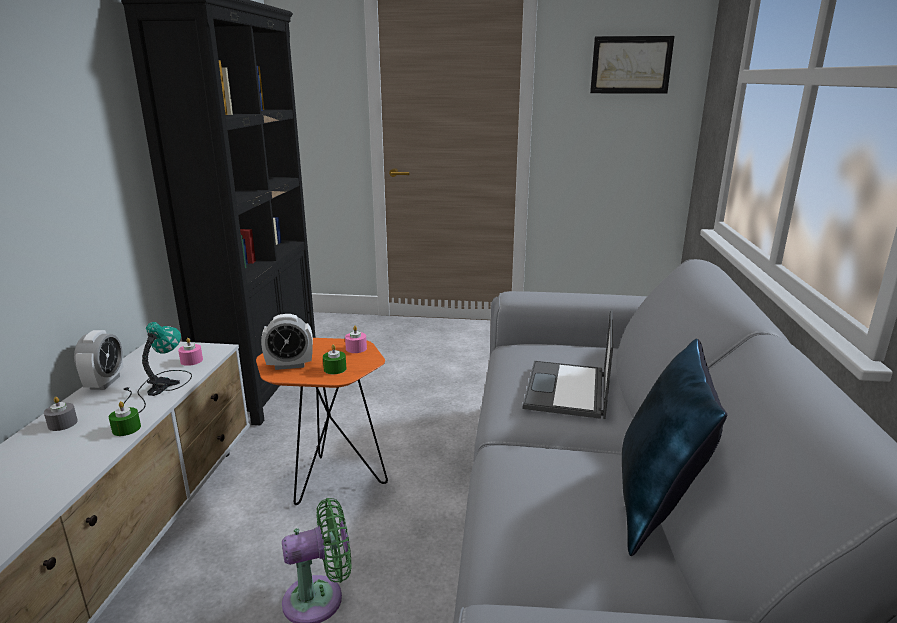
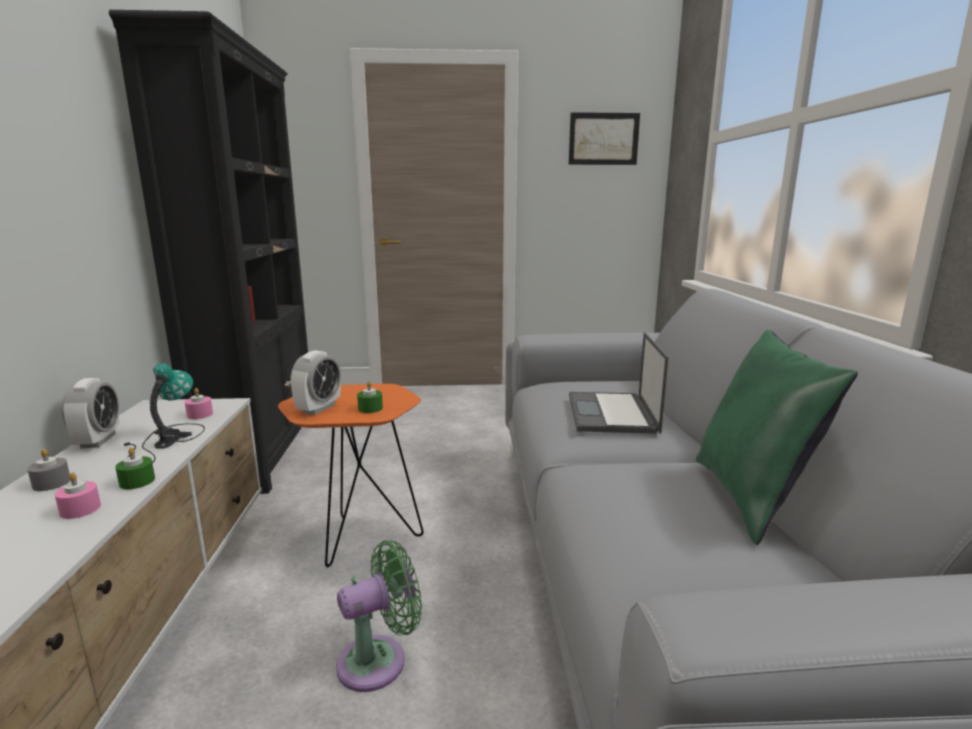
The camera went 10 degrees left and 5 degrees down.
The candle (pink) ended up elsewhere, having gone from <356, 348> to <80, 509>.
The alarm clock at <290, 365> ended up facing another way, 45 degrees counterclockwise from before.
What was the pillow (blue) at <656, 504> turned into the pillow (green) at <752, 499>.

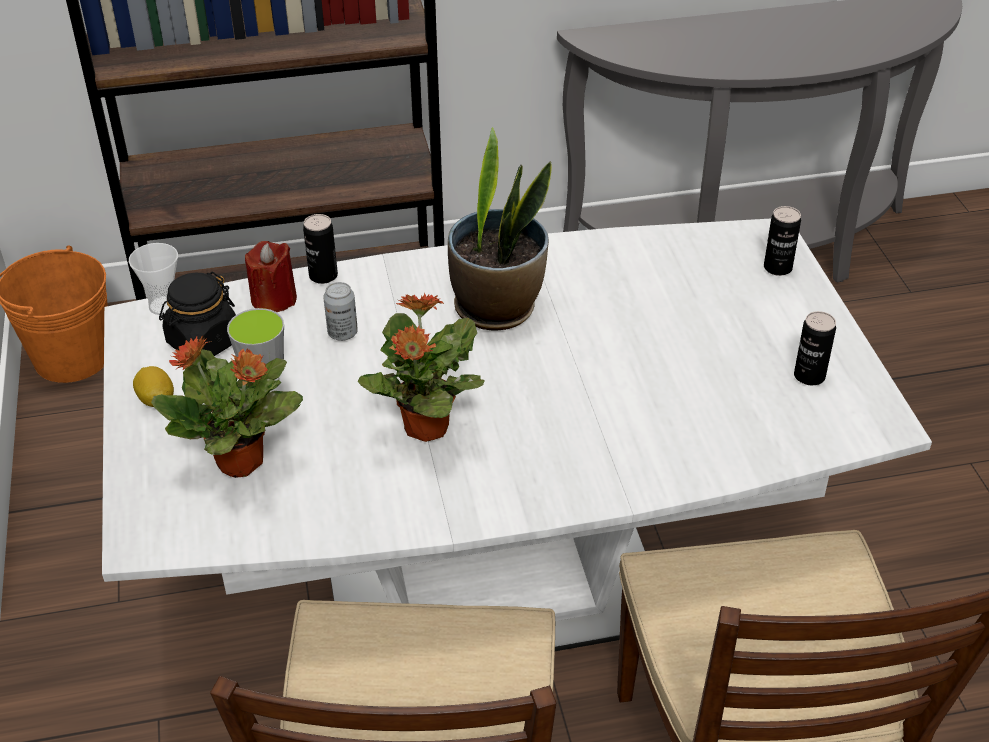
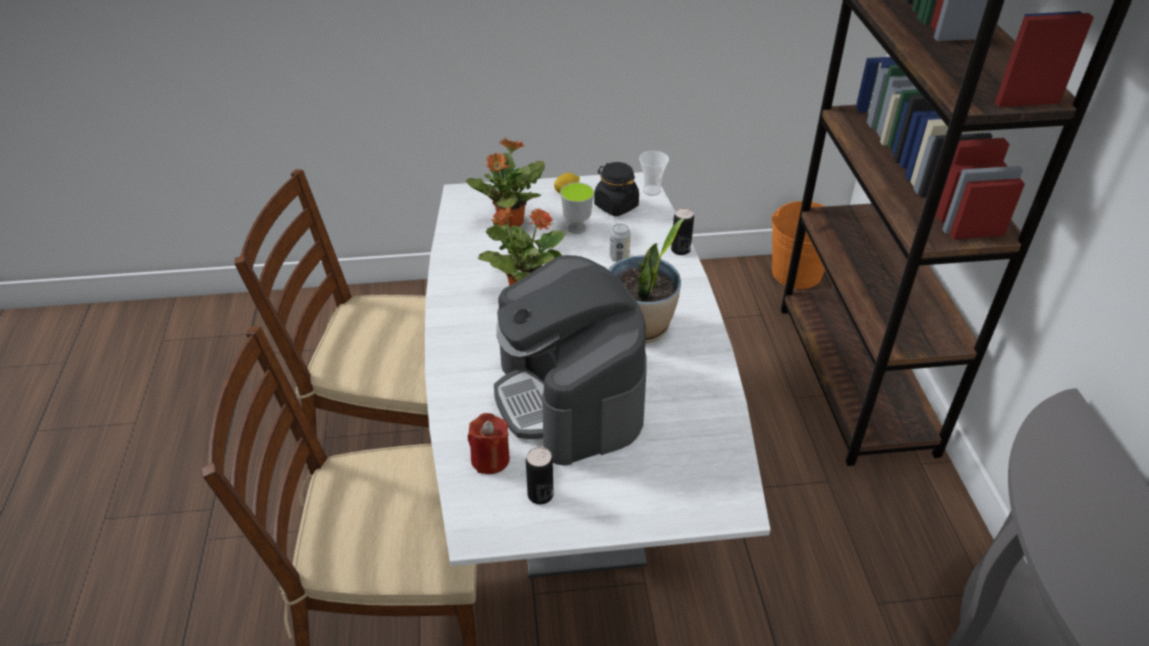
The camera went 95 degrees right and 0 degrees up.
The candle (red) ended up elsewhere, having gone from <274, 299> to <490, 459>.
The second view gained the coffee machine at <570, 397>.
The second view lost the can at <777, 268>.

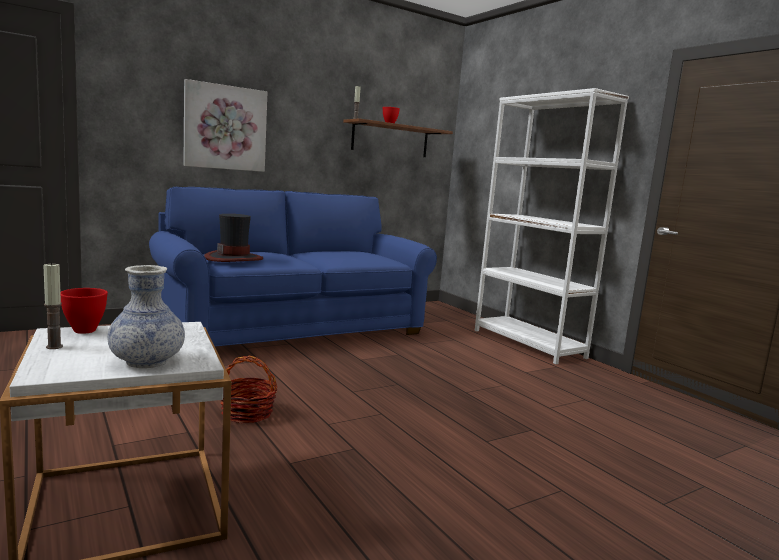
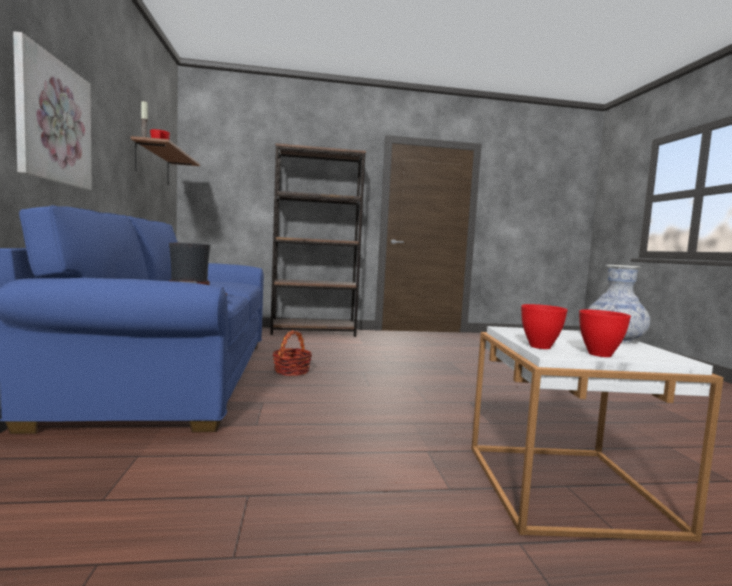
The camera went 65 degrees left and 5 degrees down.
What was the bookcase (white) at <528, 344> turned into the bookcase (brown) at <313, 332>.
The basket ended up elsewhere, having gone from <247, 413> to <291, 371>.
Where the candle stood at <54, 347>, the bowl (red) came to stand at <600, 354>.

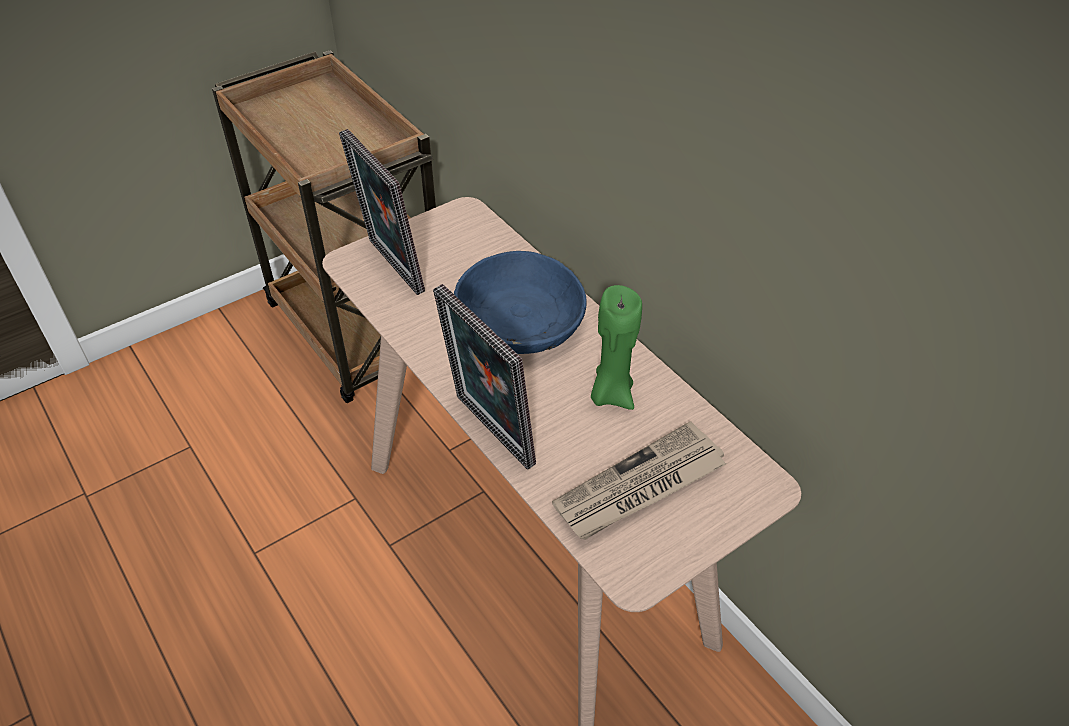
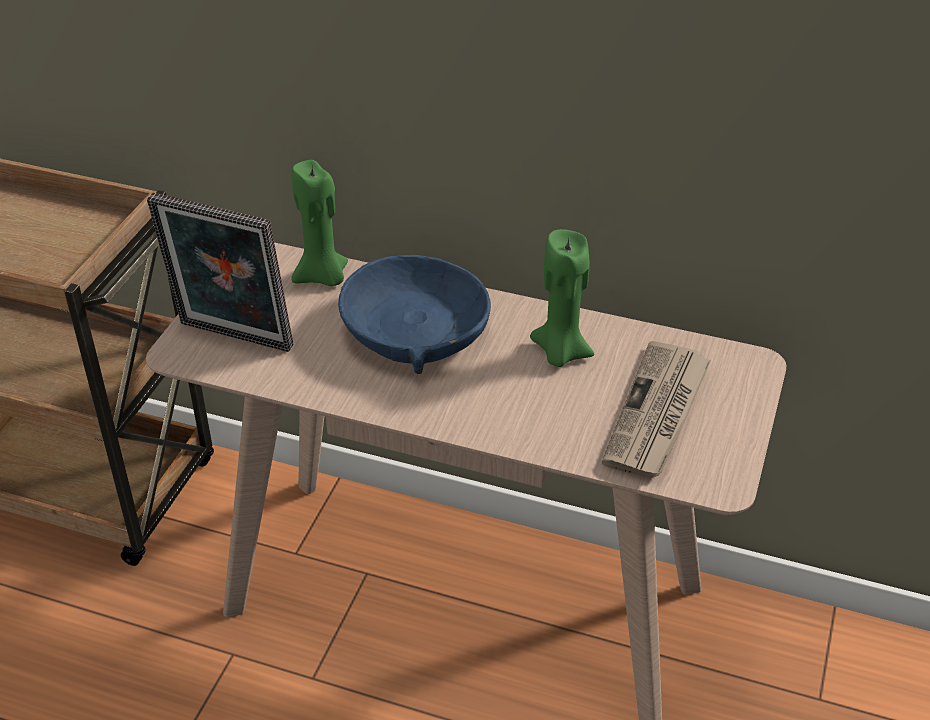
The camera went 35 degrees left and 5 degrees down.
The second view gained the candle (green) at <323, 277>.
The second view lost the picture frame at <489, 433>.

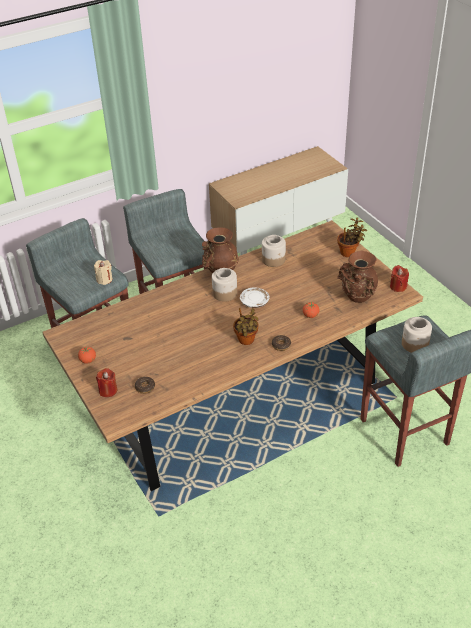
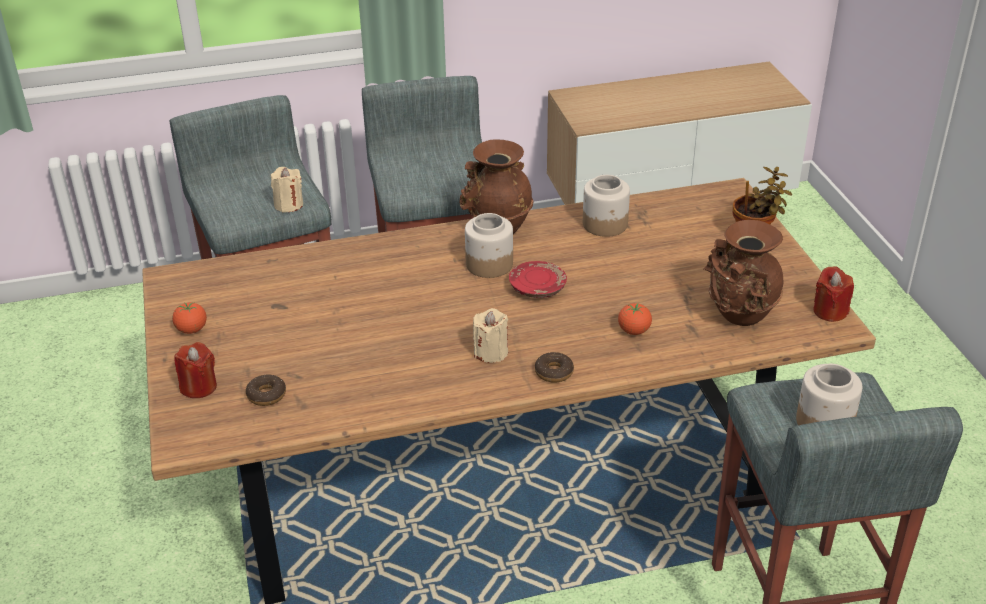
The camera went 15 degrees right and 5 degrees down.
Where the potted plant stood at <246, 341>, the candle (beige) came to stand at <491, 352>.
What was the plate (white) at <254, 302> turned into the plate (red) at <537, 288>.

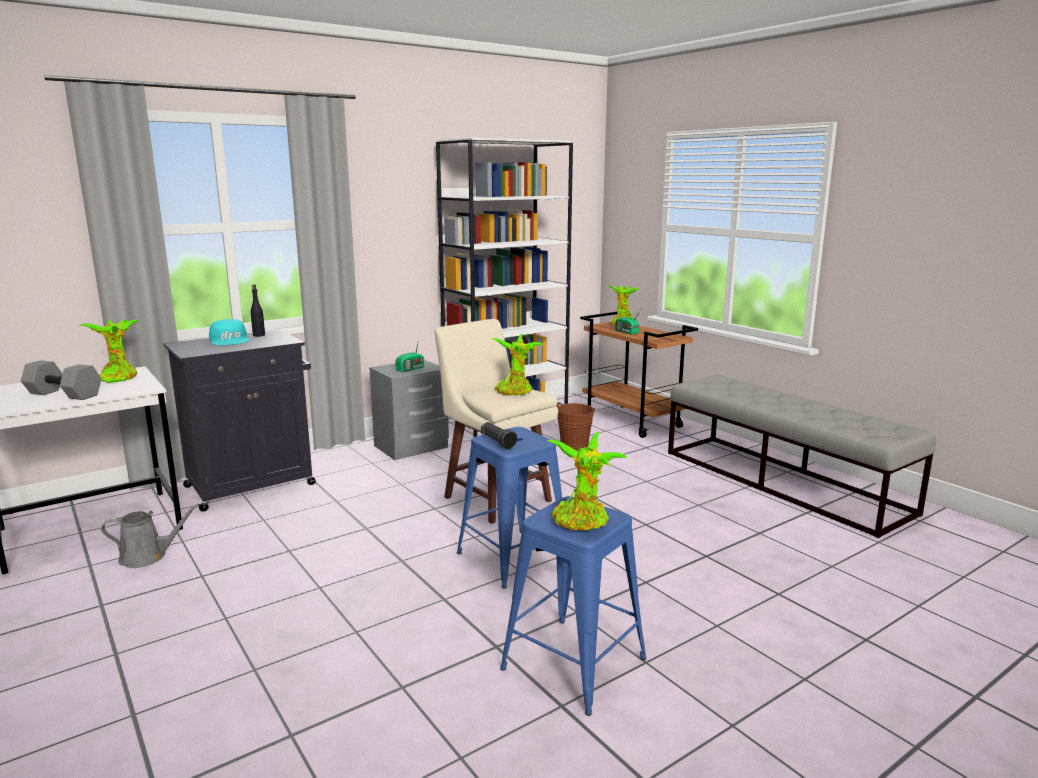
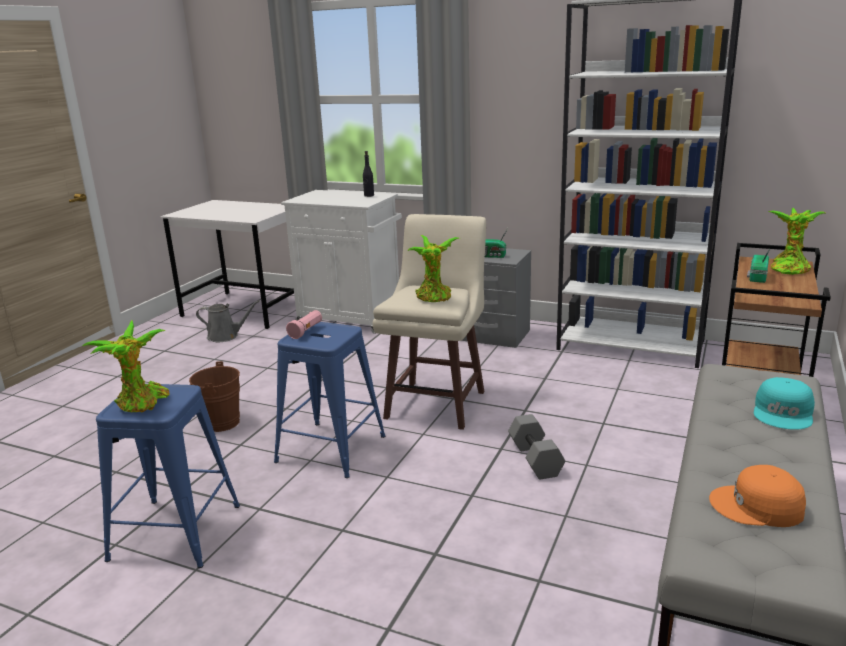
The camera went 60 degrees right and 5 degrees up.
The bucket (brown) ended up elsewhere, having gone from <573, 448> to <217, 423>.
The watering can (grey) at <147, 557> ended up facing another way, 45 degrees counterclockwise from before.
What was the cabinet (black) at <253, 485> turned into the cabinet (white) at <351, 318>.
What was the flashlight (black) at <497, 442> turned into the flashlight (pink) at <306, 331>.
The dumbbell (grey) ended up elsewhere, having gone from <65, 394> to <536, 459>.
The second view gained the cap (orange) at <757, 507>.
The cap (turquoise) ended up elsewhere, having gone from <230, 340> to <784, 412>.
The second view lost the potted plant at <118, 377>.

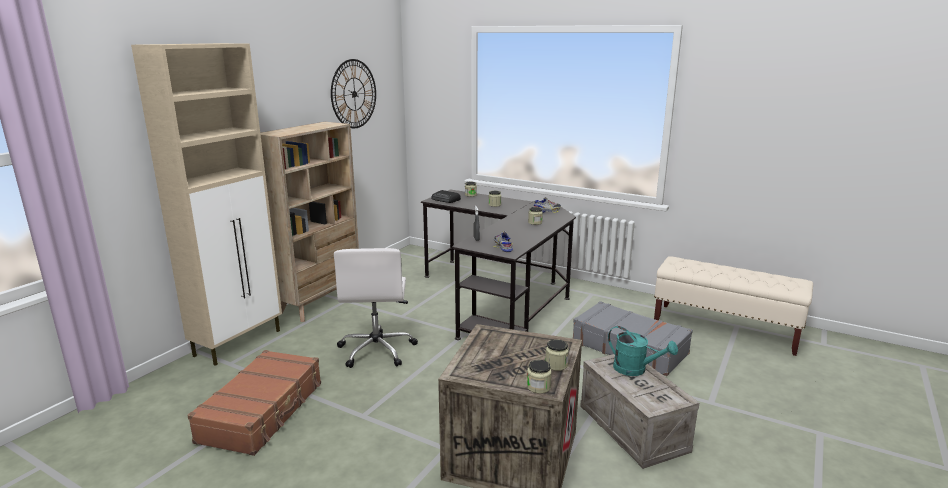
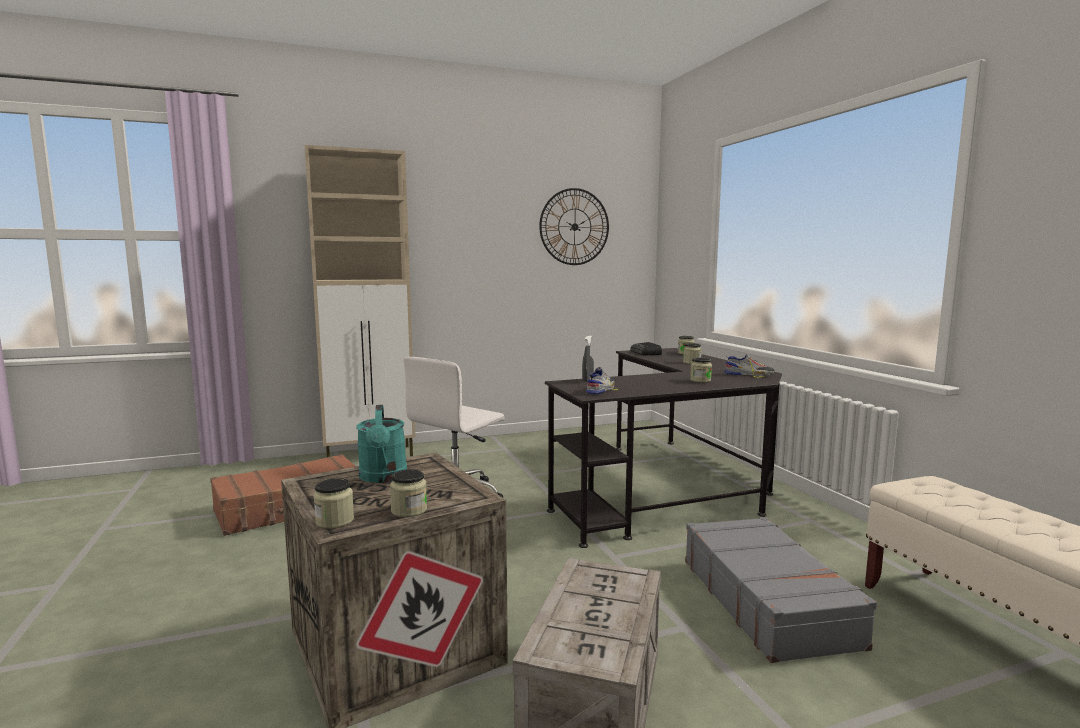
The camera went 40 degrees right and 10 degrees down.
The watering can (turquoise) ended up elsewhere, having gone from <635, 370> to <383, 477>.
The second view lost the bookcase (beige) at <321, 301>.

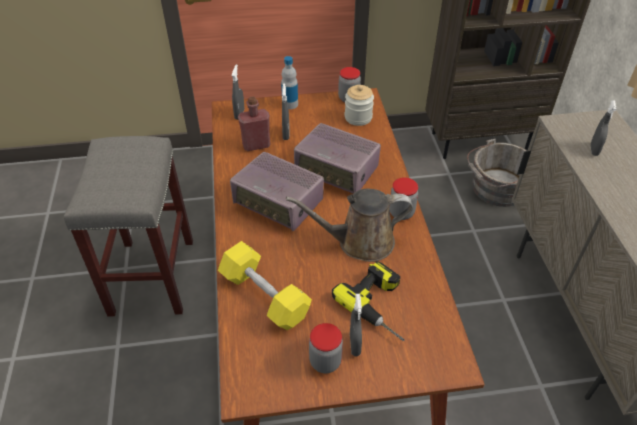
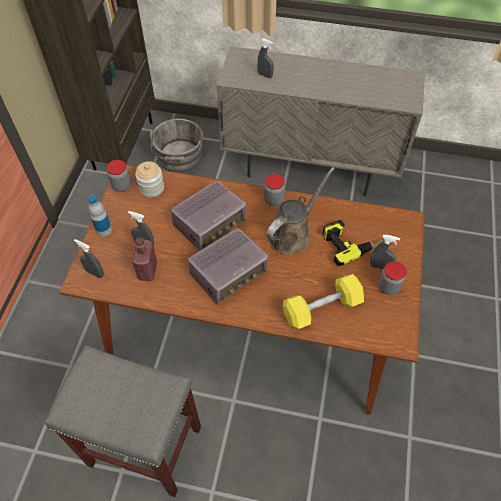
The camera went 70 degrees left and 10 degrees up.
The watering can (brown) at <360, 242> ended up facing another way, 150 degrees counterclockwise from before.

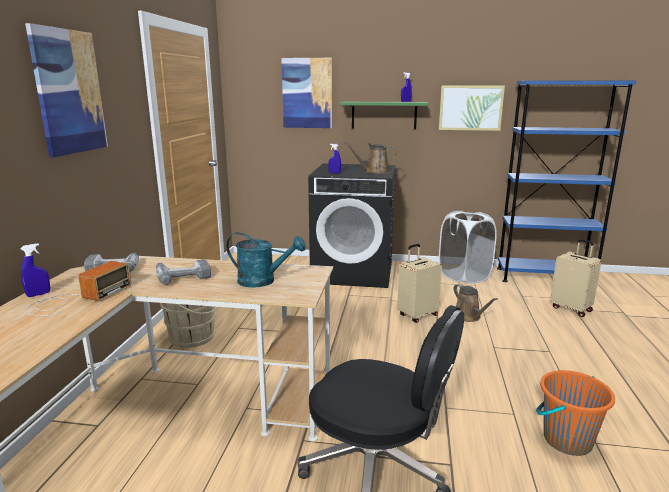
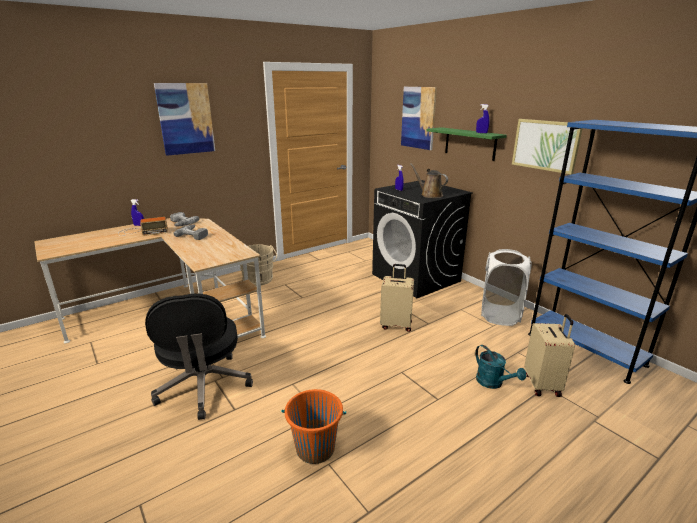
The camera went 45 degrees right and 5 degrees up.
The watering can (turquoise) ended up elsewhere, having gone from <263, 281> to <493, 383>.
The second view lost the watering can (brown) at <468, 317>.

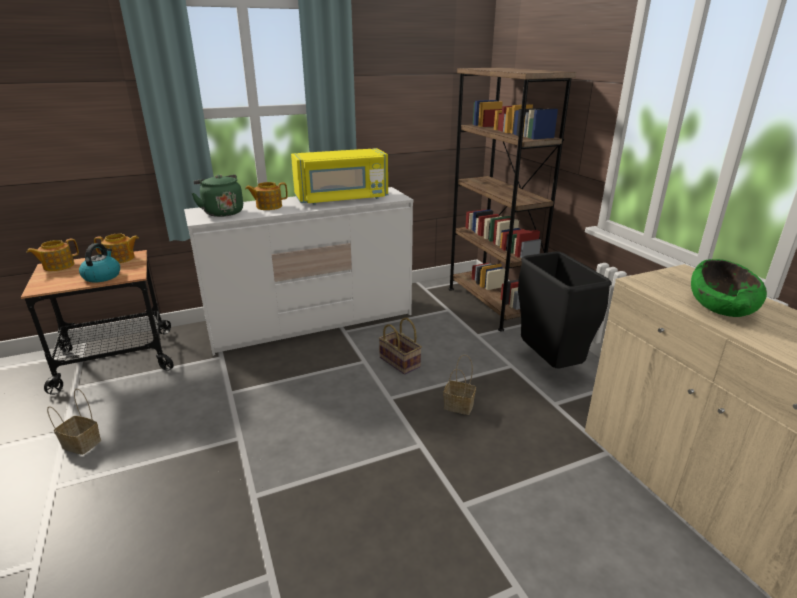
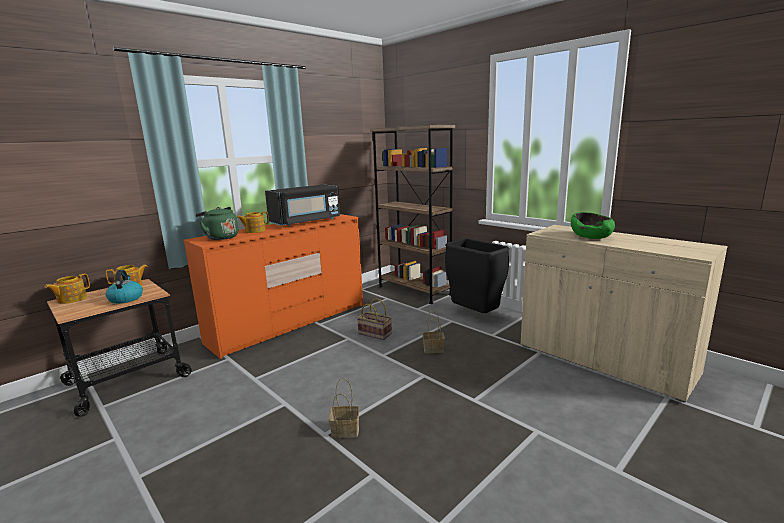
The camera went 20 degrees left and 10 degrees down.
What was the dresser (white) at <312, 322> turned into the dresser (orange) at <290, 323>.
What was the microwave (yellow) at <342, 199> turned into the microwave (black) at <306, 221>.
The basket ended up elsewhere, having gone from <80, 444> to <344, 431>.

